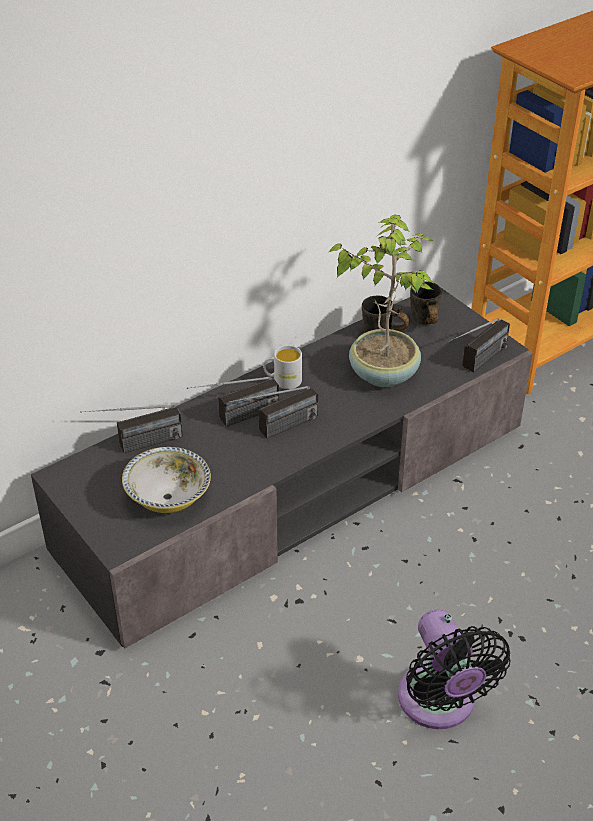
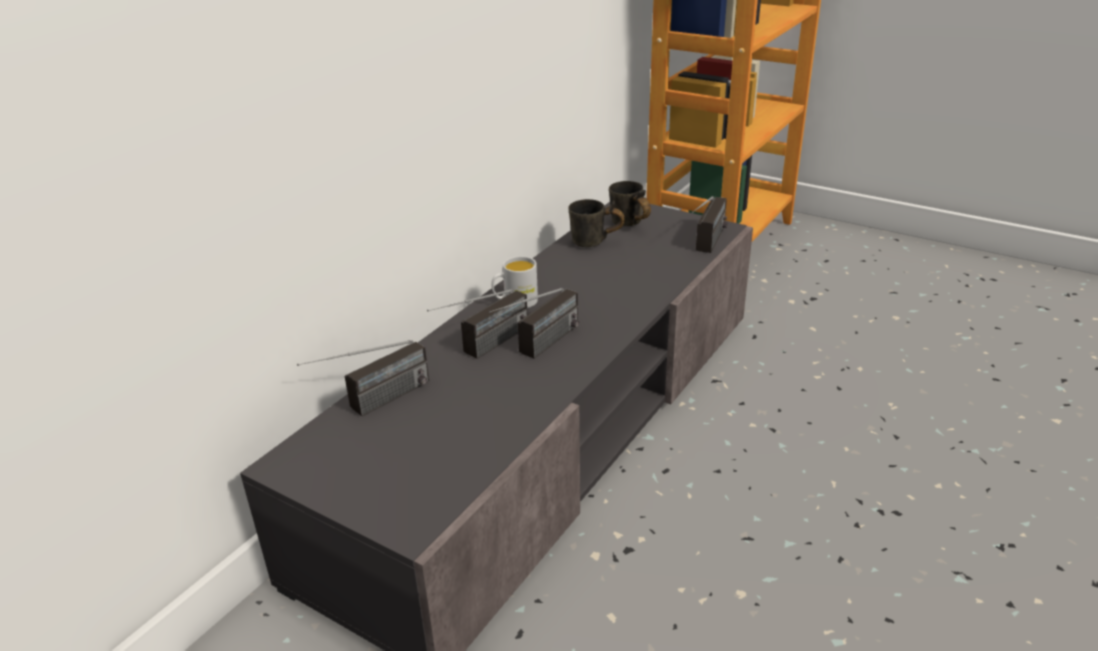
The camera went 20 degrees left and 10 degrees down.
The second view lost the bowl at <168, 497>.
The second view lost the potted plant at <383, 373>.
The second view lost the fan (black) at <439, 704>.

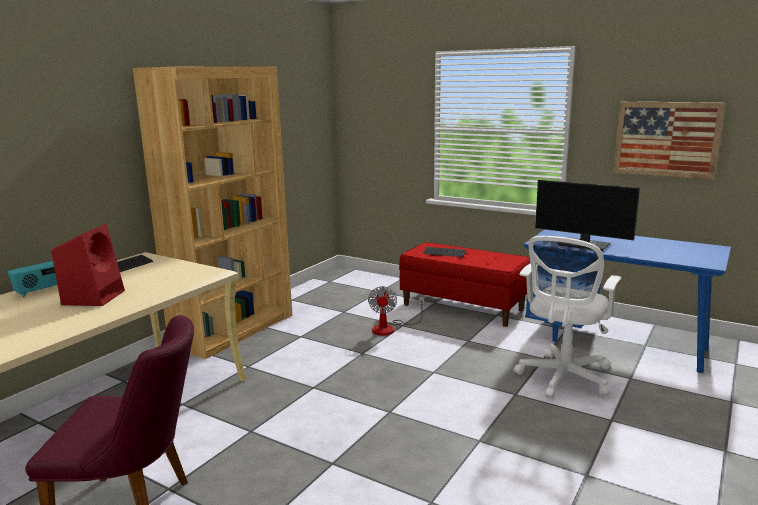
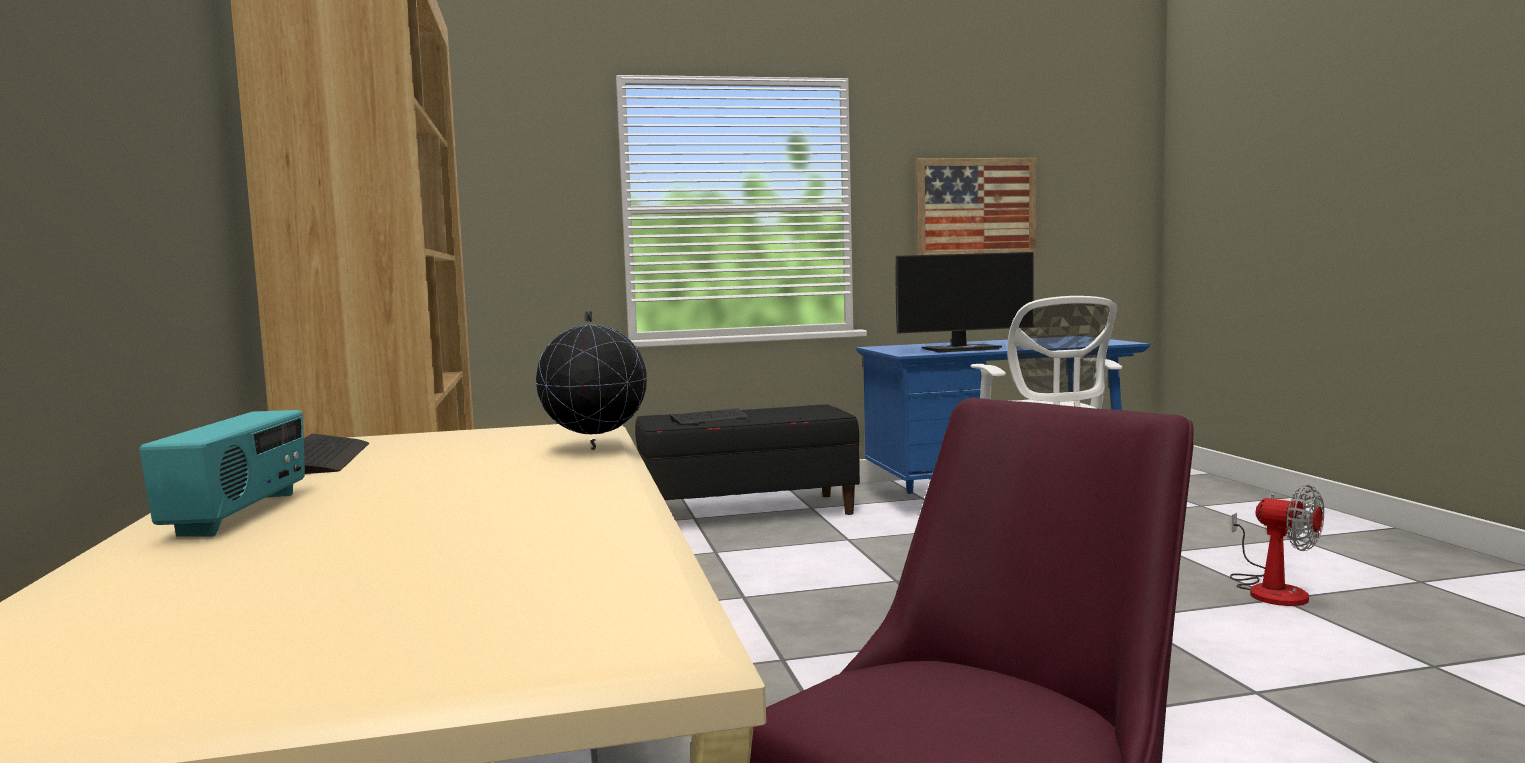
The camera went 45 degrees left and 10 degrees down.
The second view gained the globe at <595, 449>.
What was the bench (red) at <463, 307> turned into the bench (black) at <747, 512>.
The fan ended up elsewhere, having gone from <390, 328> to <1271, 590>.
The second view lost the speaker (red) at <94, 297>.

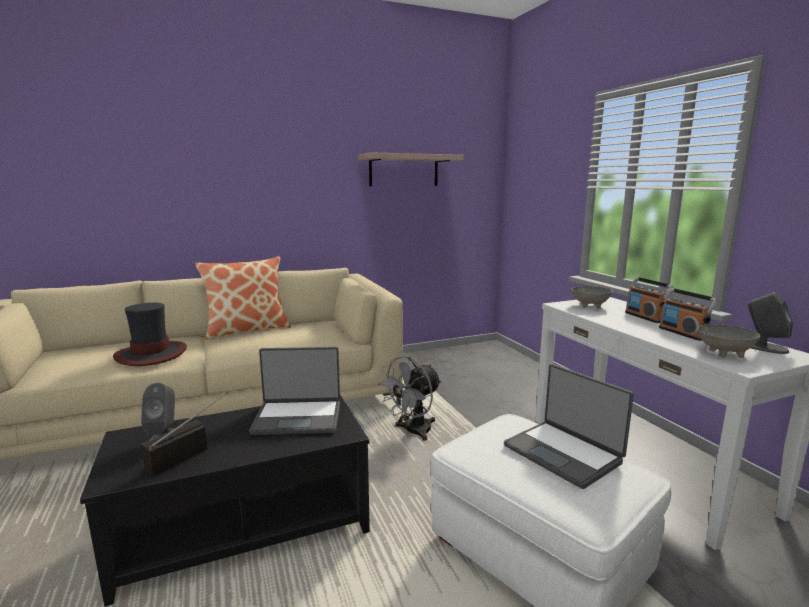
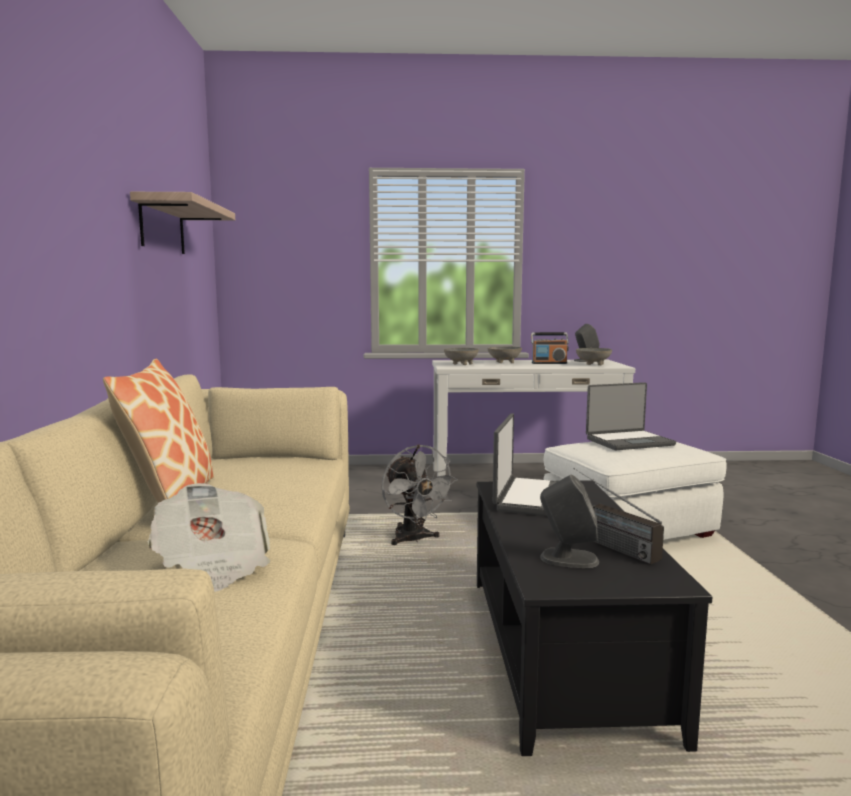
The camera went 70 degrees left and 5 degrees down.
Where the hat stood at <151, 354>, the newspaper came to stand at <213, 566>.
Where the radio stood at <644, 317>, the bowl (grey) came to stand at <504, 362>.

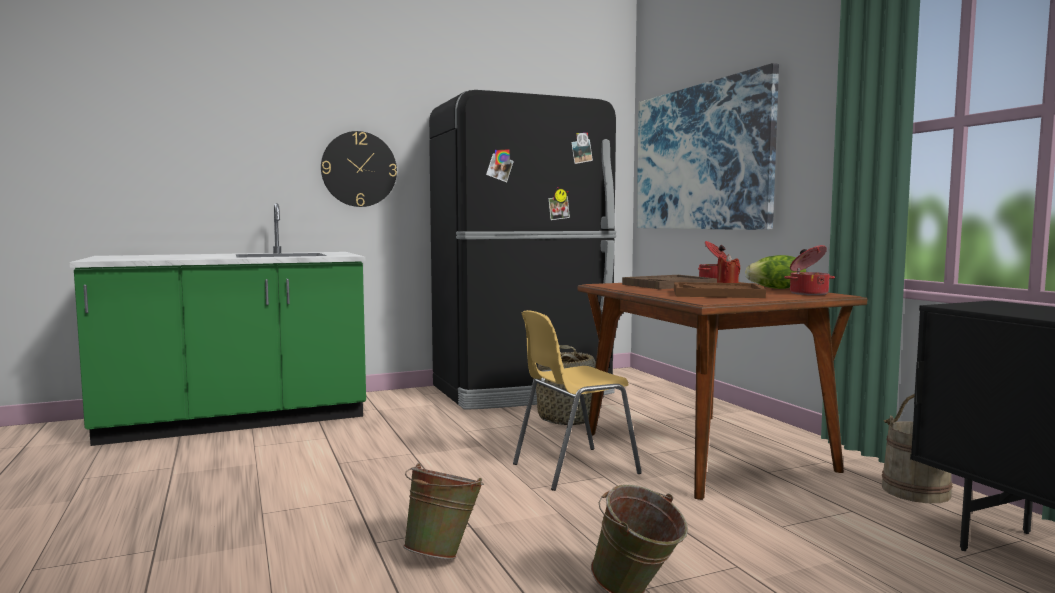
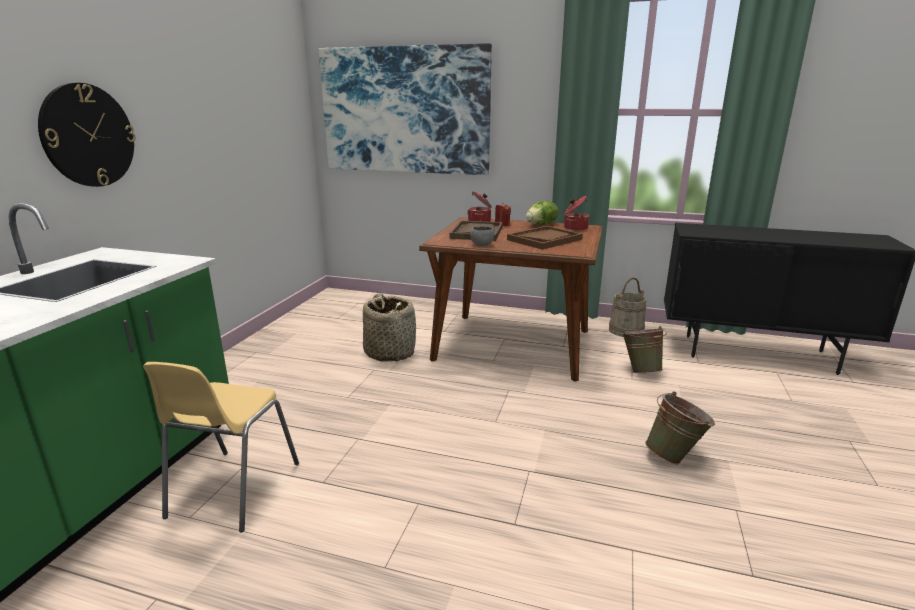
The camera went 50 degrees left and 15 degrees up.
The chair (yellow) ended up elsewhere, having gone from <573, 468> to <232, 490>.
The second view gained the bowl (grey) at <482, 245>.
The bucket (green) ended up elsewhere, having gone from <444, 553> to <640, 370>.
The second view lost the fridge (black) at <524, 391>.

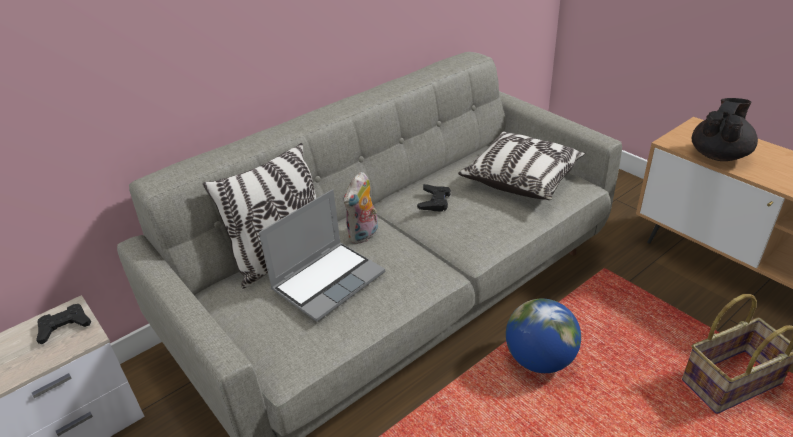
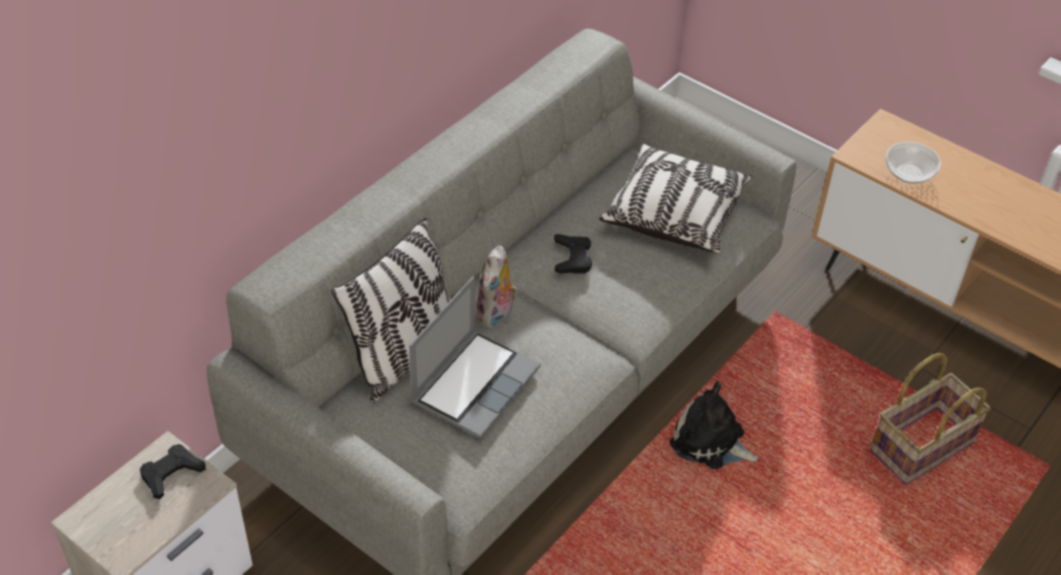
The camera went 15 degrees left and 10 degrees up.
Where the globe stood at <539, 360>, the plush toy came to stand at <711, 442>.
Where the teapot (black) stood at <719, 155>, the bowl came to stand at <909, 173>.

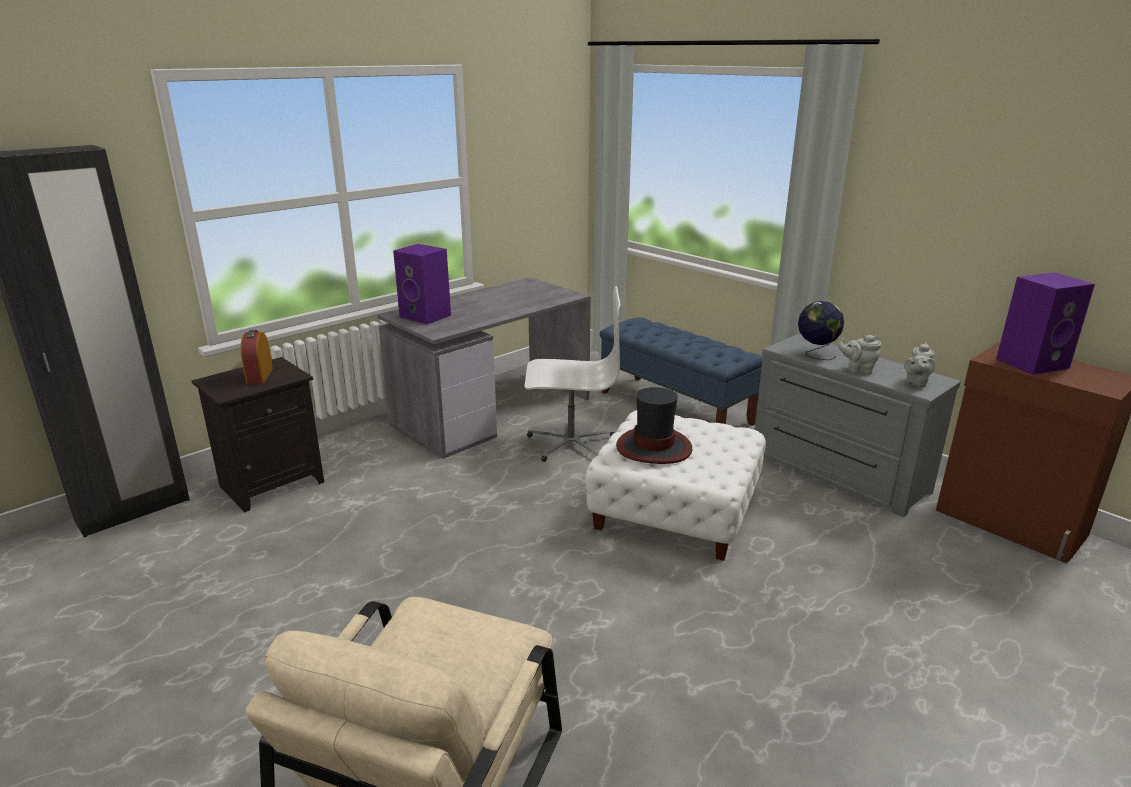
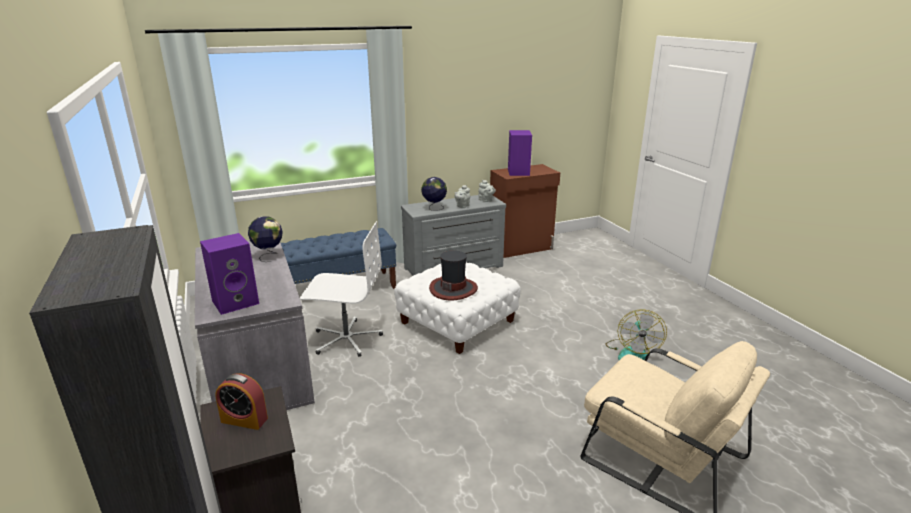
The camera went 70 degrees left and 0 degrees up.
The second view gained the globe at <268, 256>.
The office chair (white) at <570, 443> ended up facing another way, 75 degrees clockwise from before.
The second view gained the fan at <632, 351>.

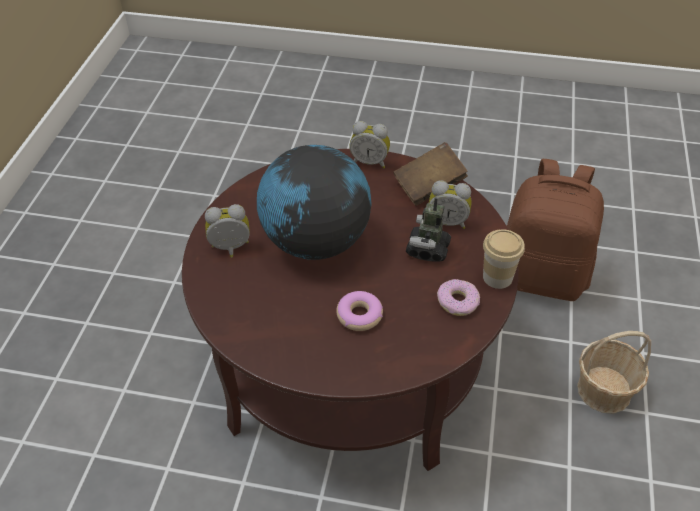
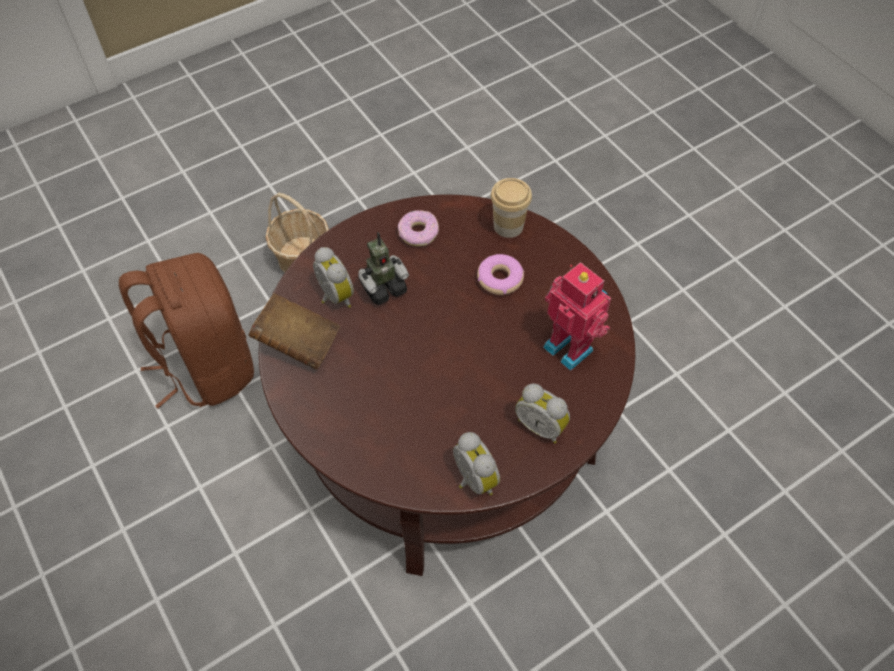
The camera went 135 degrees left and 10 degrees up.
The alarm clock ended up elsewhere, having gone from <370, 162> to <472, 480>.
The cup ended up elsewhere, having gone from <497, 277> to <508, 226>.
The second view gained the toy robot at <570, 347>.
The second view lost the globe at <315, 242>.

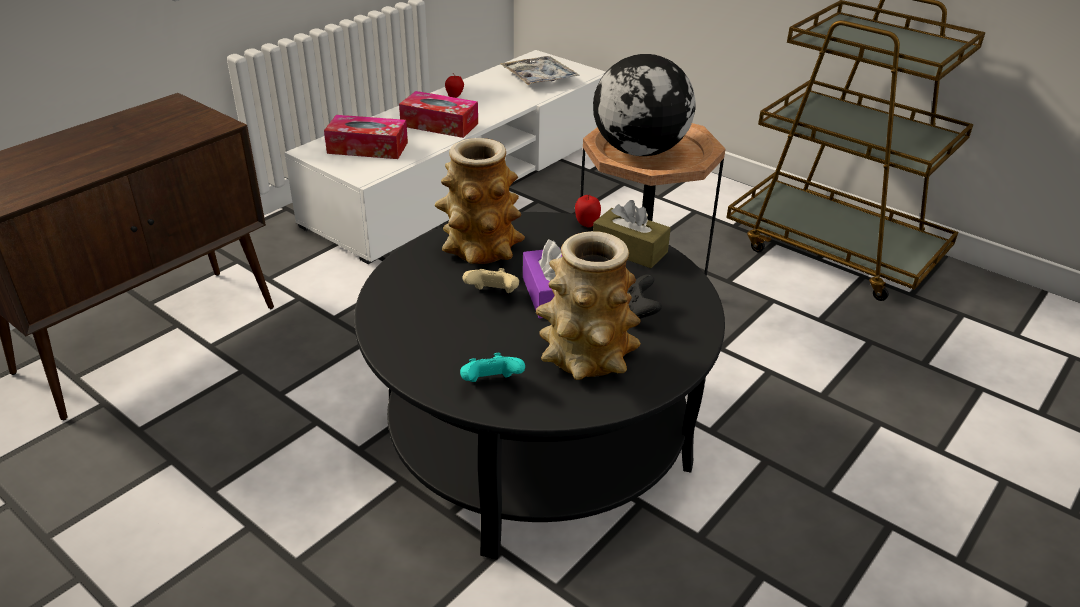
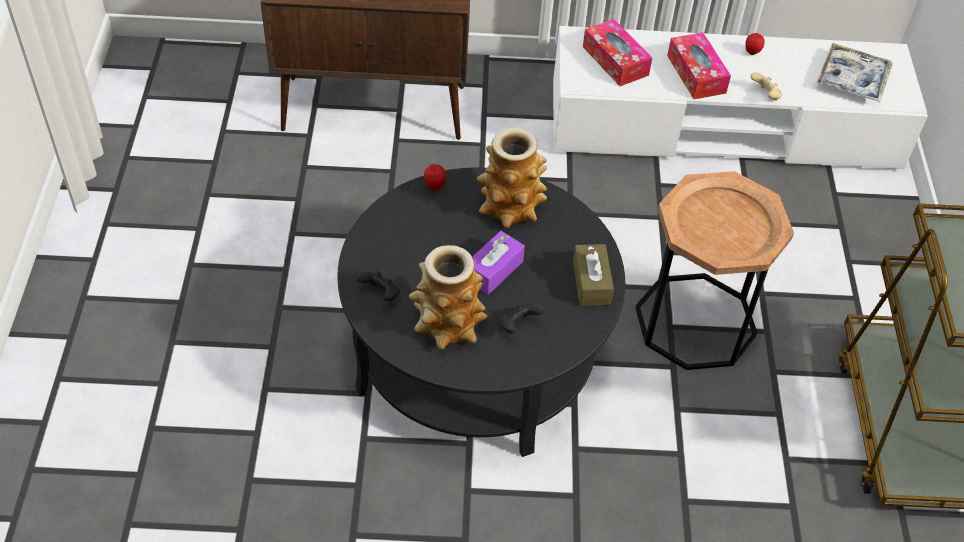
The camera went 50 degrees right and 15 degrees up.
What was the game controller (turquoise) at <491, 384> turned into the game controller (black) at <381, 294>.
The apple ended up elsewhere, having gone from <587, 224> to <435, 186>.
The game controller (beige) ended up elsewhere, having gone from <493, 295> to <765, 95>.
The second view lost the globe at <640, 151>.

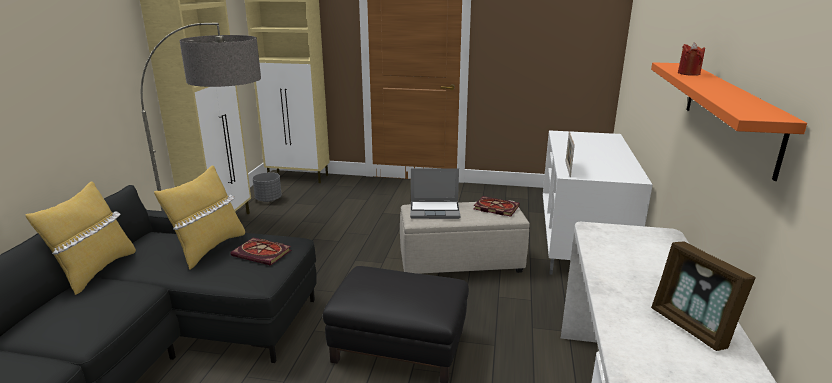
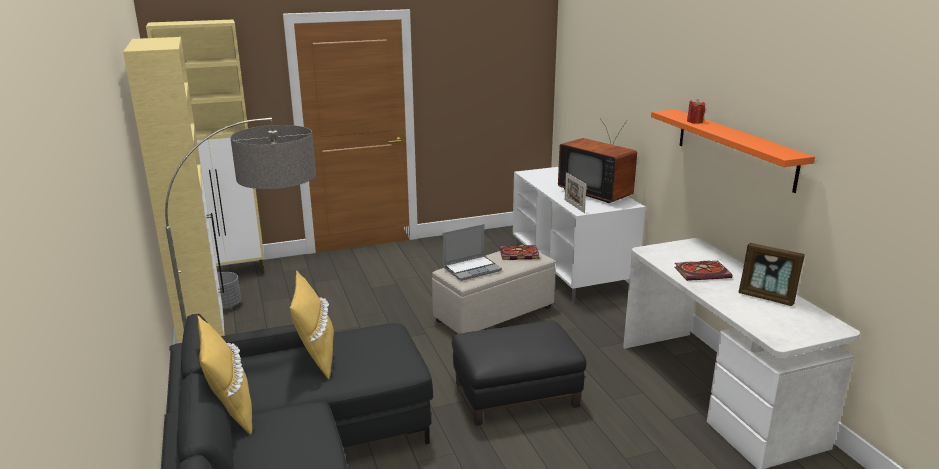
The camera went 30 degrees left and 0 degrees up.
The second view gained the television at <597, 193>.
The book ended up elsewhere, having gone from <263, 253> to <703, 272>.

